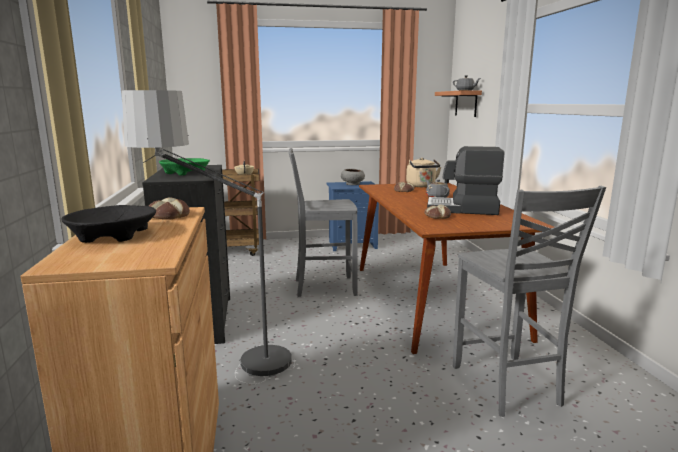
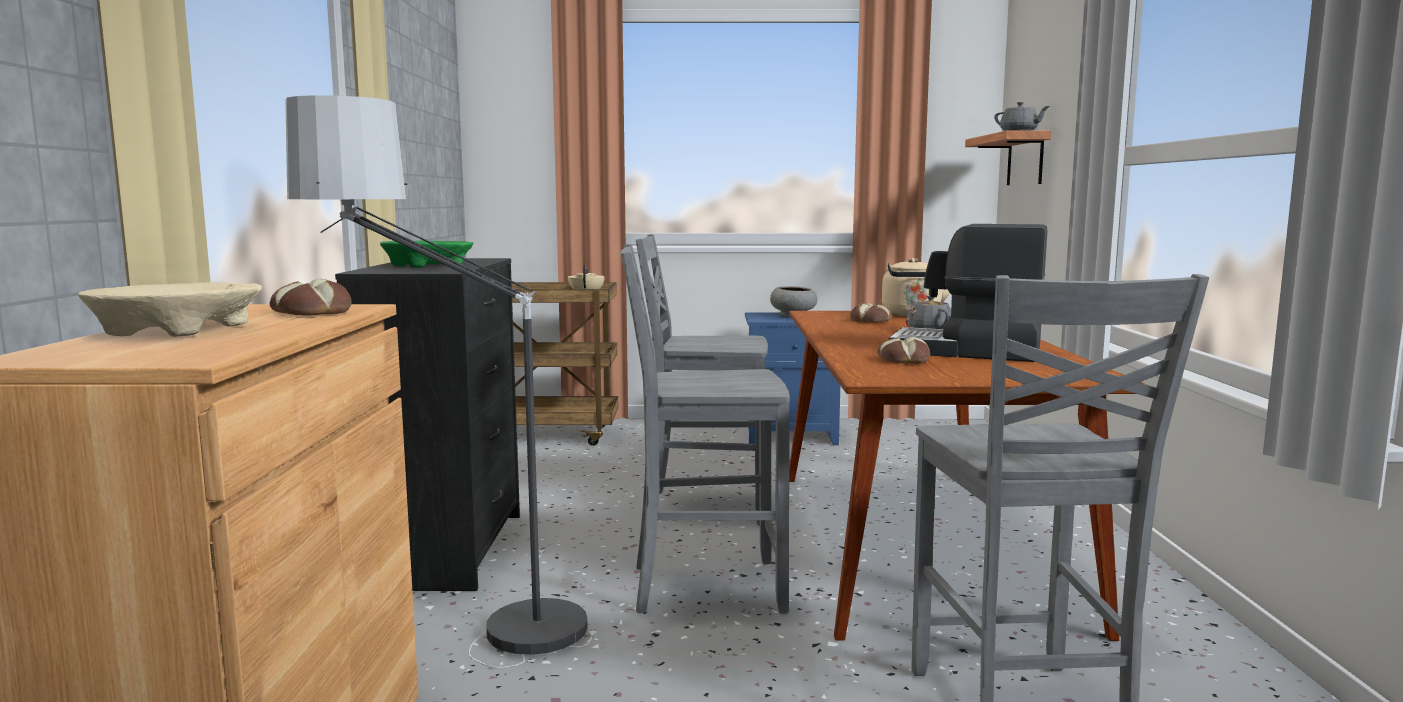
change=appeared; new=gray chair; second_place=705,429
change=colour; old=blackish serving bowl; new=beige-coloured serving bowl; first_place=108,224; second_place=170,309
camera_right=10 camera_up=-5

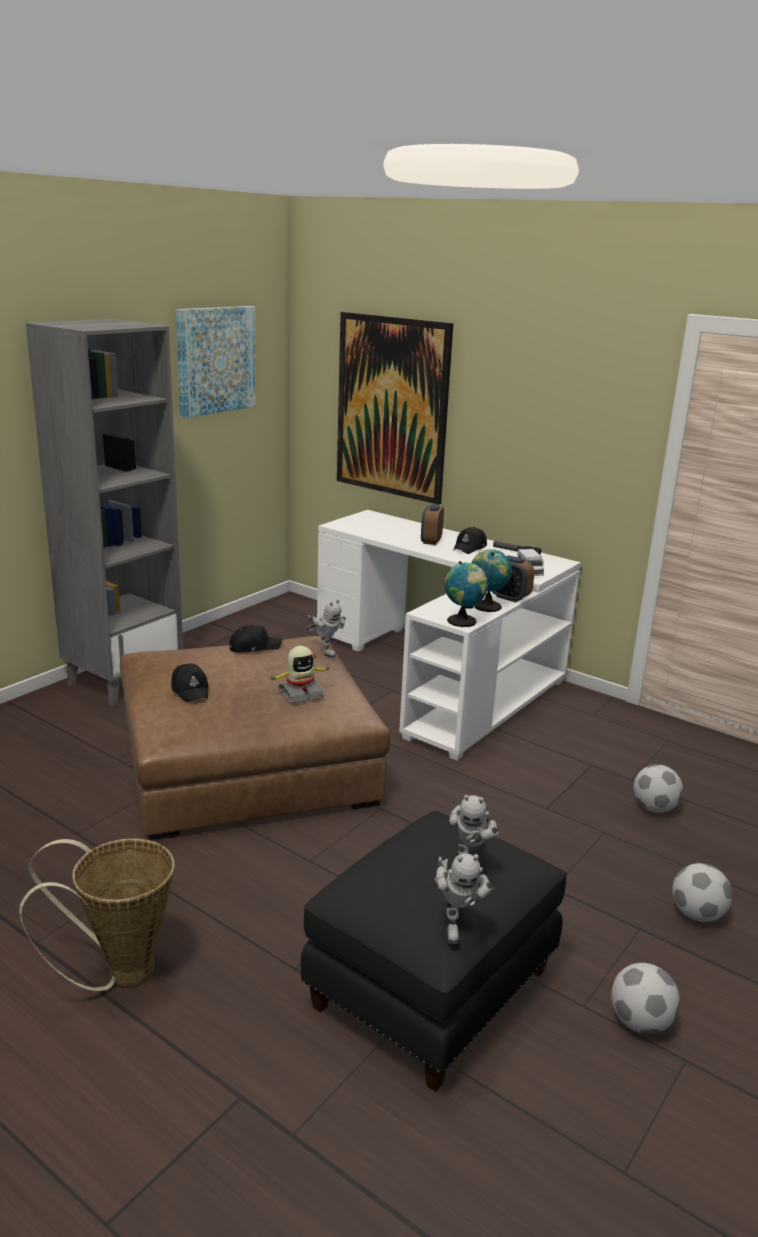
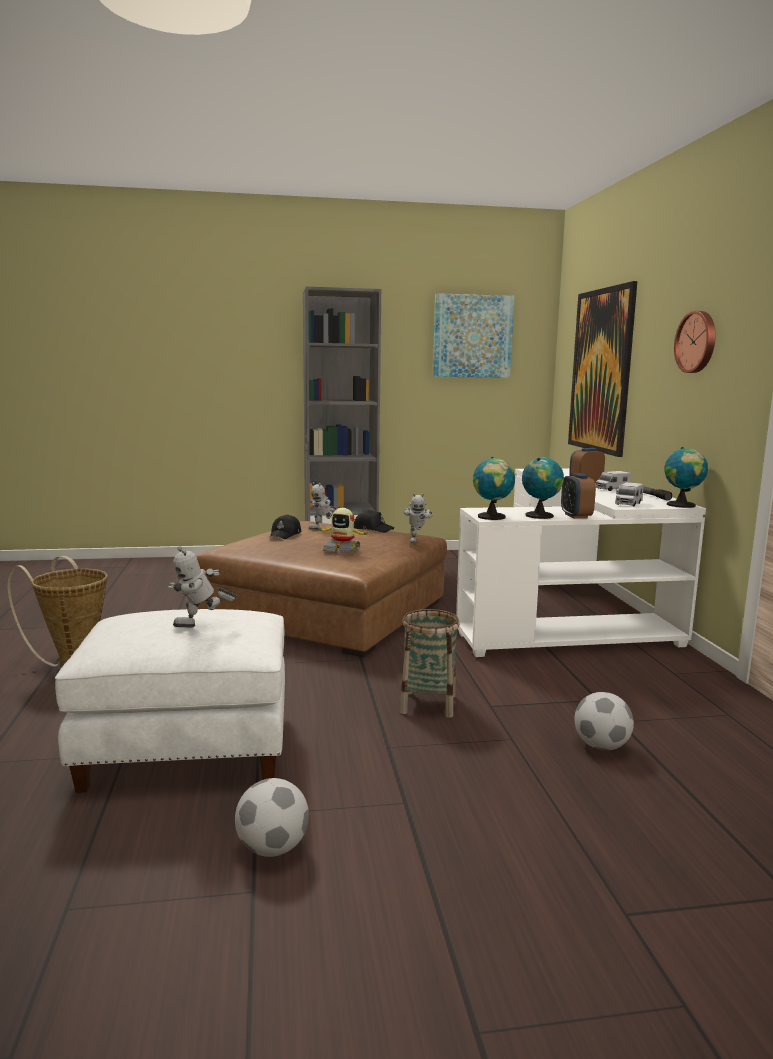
change=missing; old=football; first_place=702,892
change=appeared; new=storage basket; second_place=430,663
change=appeared; new=world globe; second_place=686,477
change=appeared; new=clock on the wall; second_place=695,342
change=relocated; old=model robot; first_place=463,898; second_place=322,506
change=exchanged; old=blackish baseball cap; new=model truck; first_place=470,540; second_place=613,481
change=colour; old=blackish footrest; new=white-coloured footrest; first_place=434,951; second_place=170,701
camera_right=45 camera_up=-10

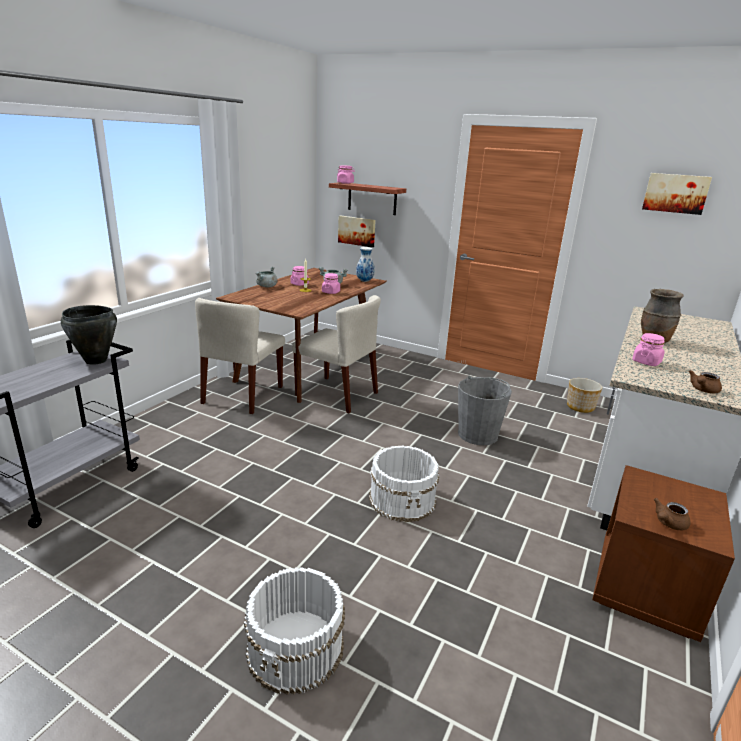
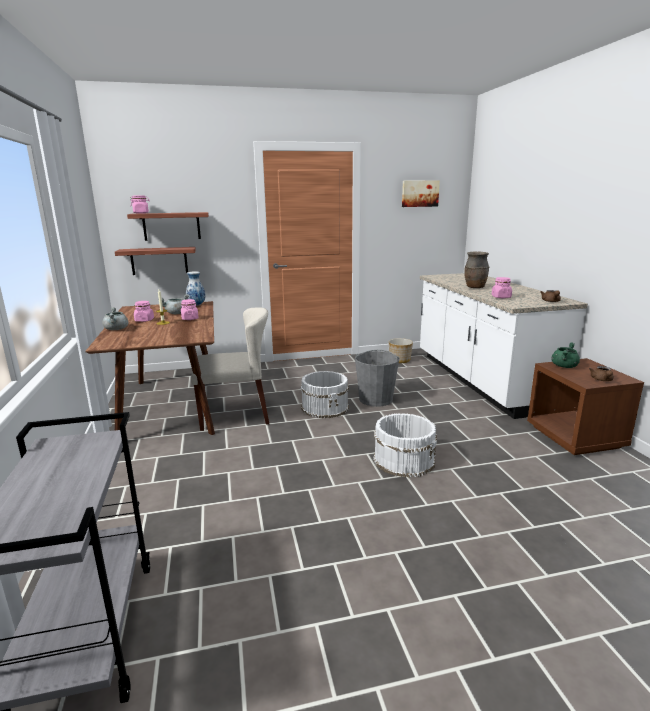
change=missing; old=blackish stockpot; first_place=89,335
change=missing; old=beige-coloured chair; first_place=240,356
change=appeared; new=green-coloured stockpot; second_place=565,355
change=relocated; old=white-coloured bucket; first_place=294,631; second_place=325,394
change=exchanged; old=wall art; new=shelf; first_place=357,231; second_place=155,261
camera_right=-40 camera_up=-5

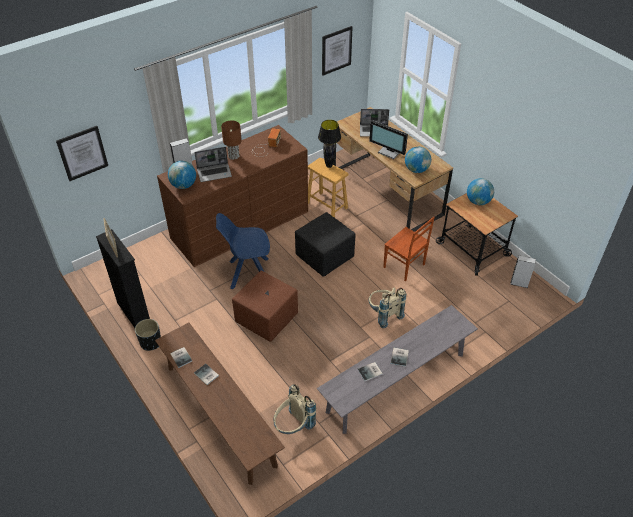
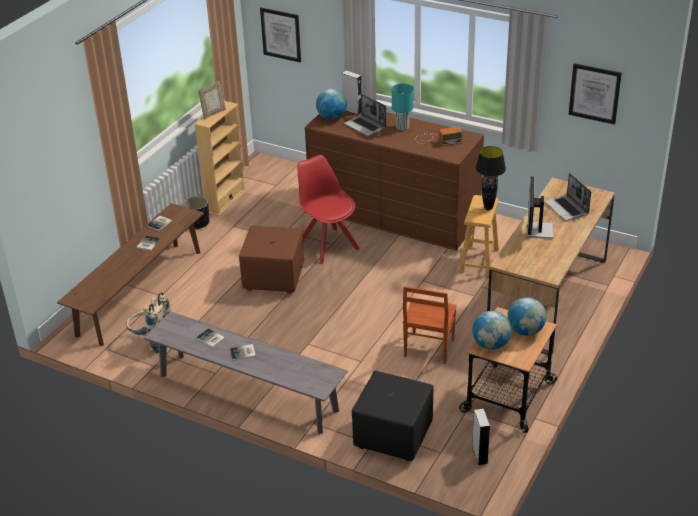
change=missing; old=beige-coloured backpack; first_place=387,308
change=relocated; old=blackish footrest; first_place=325,244; second_place=392,416
change=relocated; old=world globe; first_place=418,160; second_place=492,330
change=colour; old=blackish bookcase; new=beige-coloured bookcase; first_place=123,278; second_place=220,158
change=colour; old=bluish chair; new=red-coloured chair; first_place=243,251; second_place=328,209
change=colour; old=brown lamp for a table; new=turquoise lamp for a table; first_place=231,140; second_place=403,107
camera_right=65 camera_up=-10

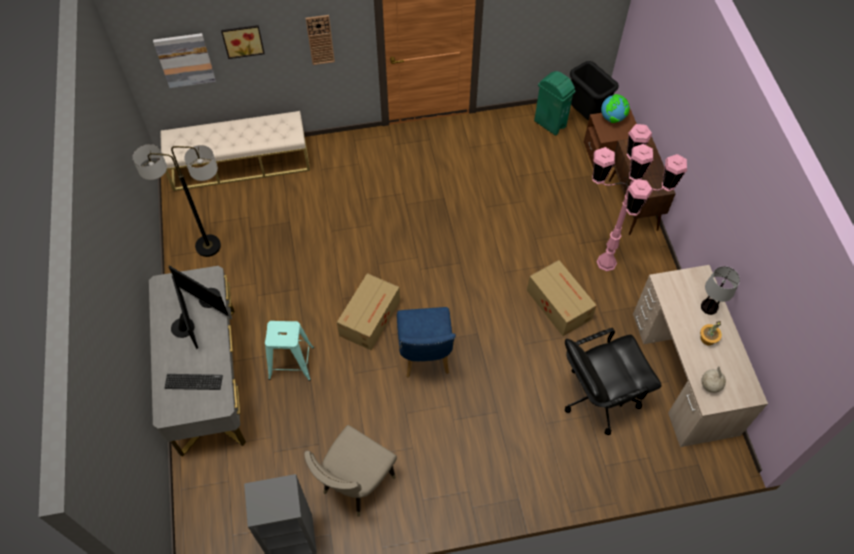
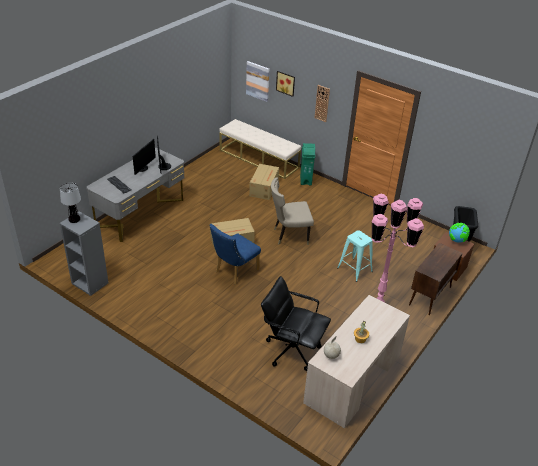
change=missing; old=floor lamp; first_place=177,200
change=relocated; old=turquoise sitting stool; first_place=289,351; second_place=355,256
change=relocated; old=beige-coloured chair; first_place=350,471; second_place=292,211
change=relocated; old=cardboard box; first_place=562,298; second_place=264,182
change=relocated; old=green-coloured rubbish bin; first_place=554,103; second_place=307,164
change=relocated; old=lamp for a table; first_place=720,290; second_place=70,203
camera_right=45 camera_up=-20

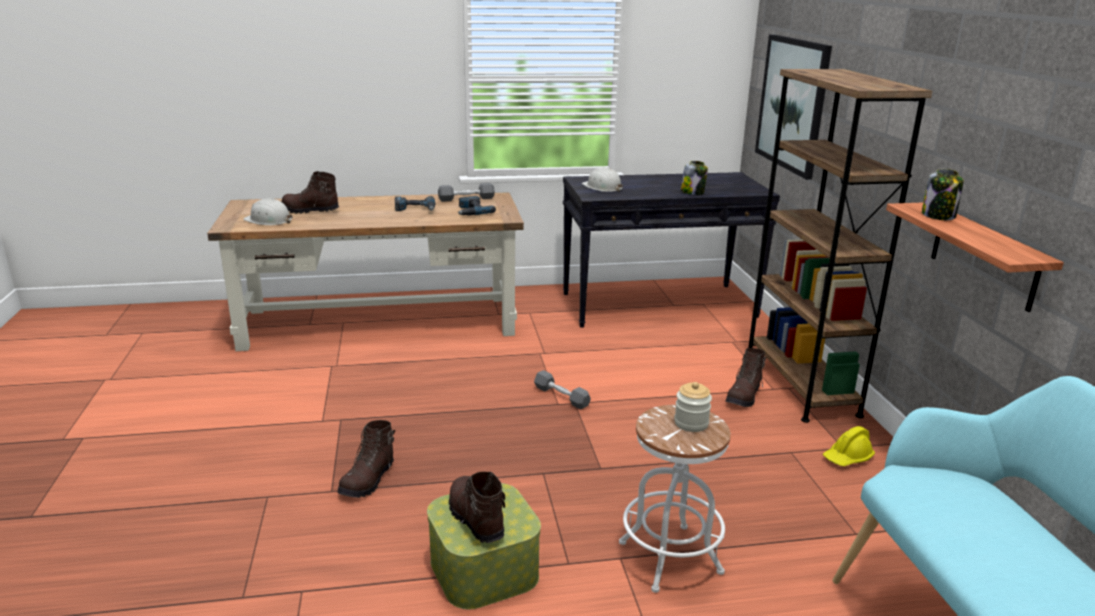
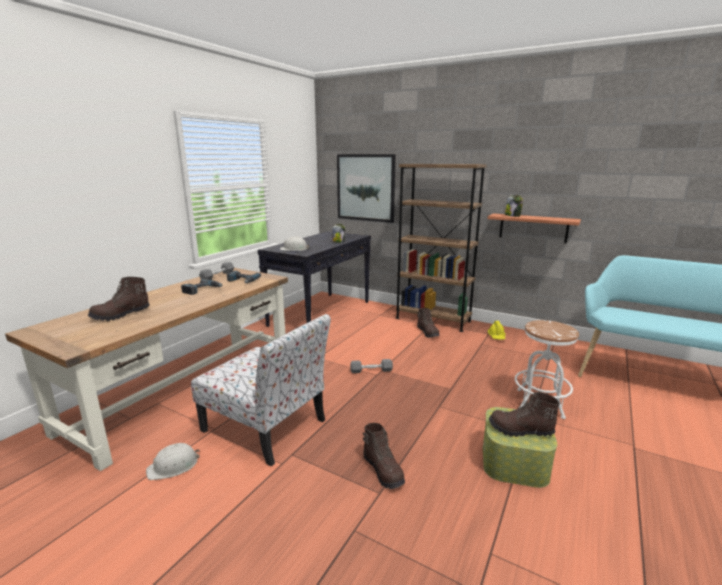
change=missing; old=storage jar; first_place=693,407
change=appeared; new=chair; second_place=261,390
change=relocated; old=white-coloured hard hat; first_place=267,212; second_place=173,461
camera_right=-50 camera_up=-5

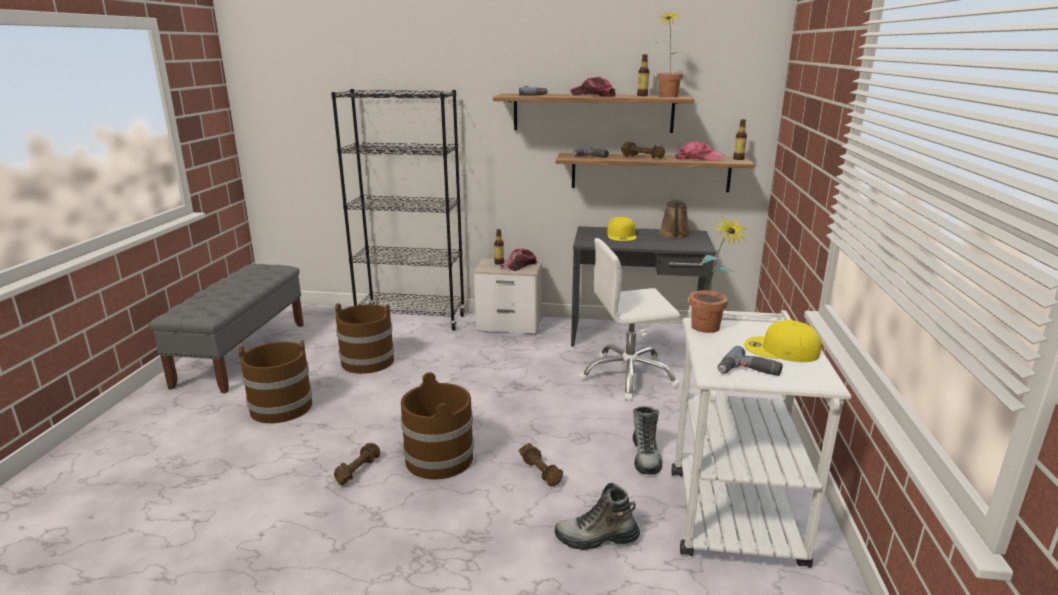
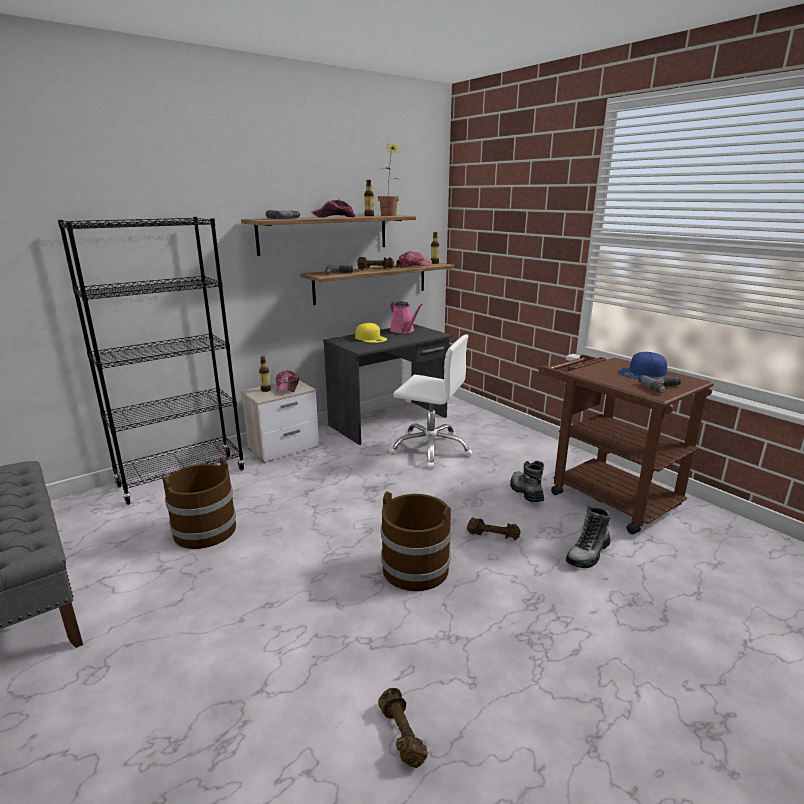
change=missing; old=brown bucket; first_place=275,381
change=missing; old=plant in a pot; first_place=718,274
change=relocated; old=brown dumbbell; first_place=357,464; second_place=403,728
change=colour; old=brown watering pot; new=pinkish watering pot; first_place=674,219; second_place=406,317
change=colour; old=white-coloured wheeled cart; new=brown wheeled cart; first_place=761,437; second_place=626,444
change=colour; old=yellowish baseball cap; new=bluish baseball cap; first_place=782,341; second_place=642,365
change=spun; old=white-coloured office chair; first_place=630,319; second_place=430,401; degrees=-105
change=spun; old=tall boot; first_place=647,440; second_place=527,481; degrees=-150
camera_right=-45 camera_up=0

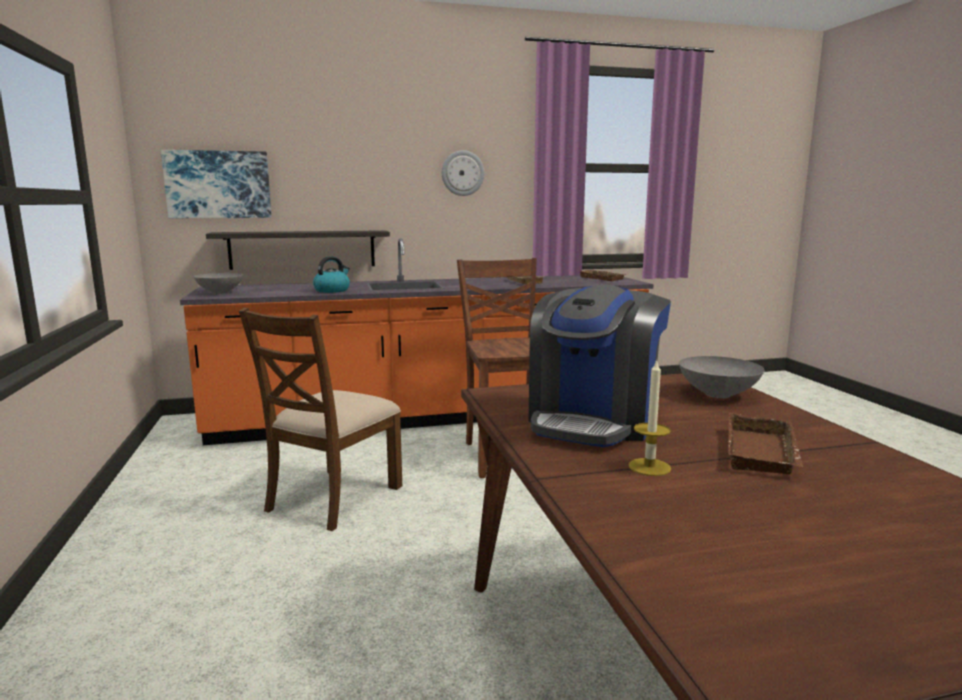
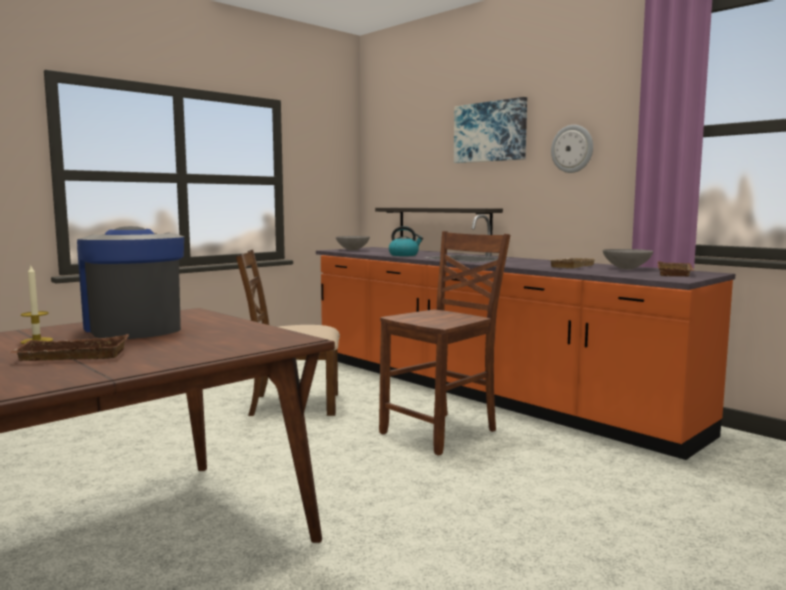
change=relocated; old=wall art; first_place=216,184; second_place=490,130
change=relocated; old=gray serving bowl; first_place=721,377; second_place=627,259
change=spun; old=coffee machine; first_place=600,366; second_place=130,282; degrees=60
camera_right=60 camera_up=-5

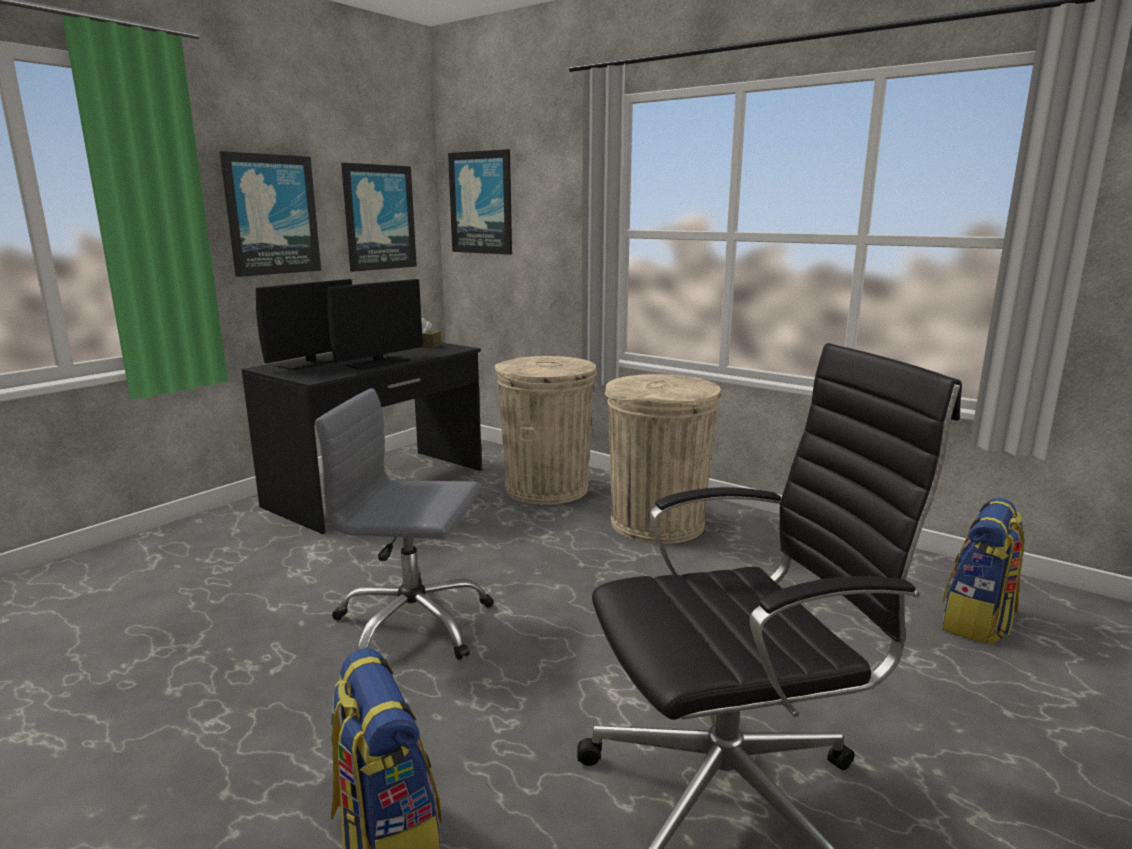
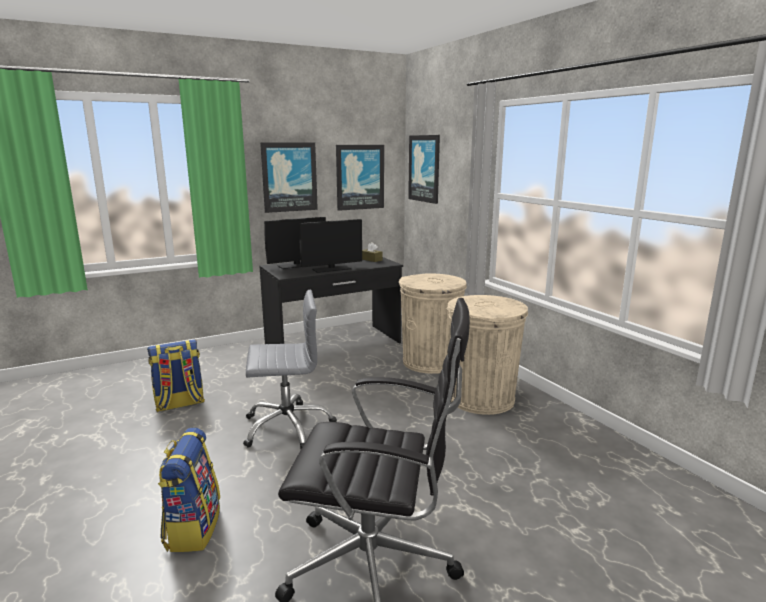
change=relocated; old=backpack; first_place=983,571; second_place=176,375
change=spun; old=gray office chair; first_place=404,524; second_place=290,369; degrees=135
camera_right=25 camera_up=0

